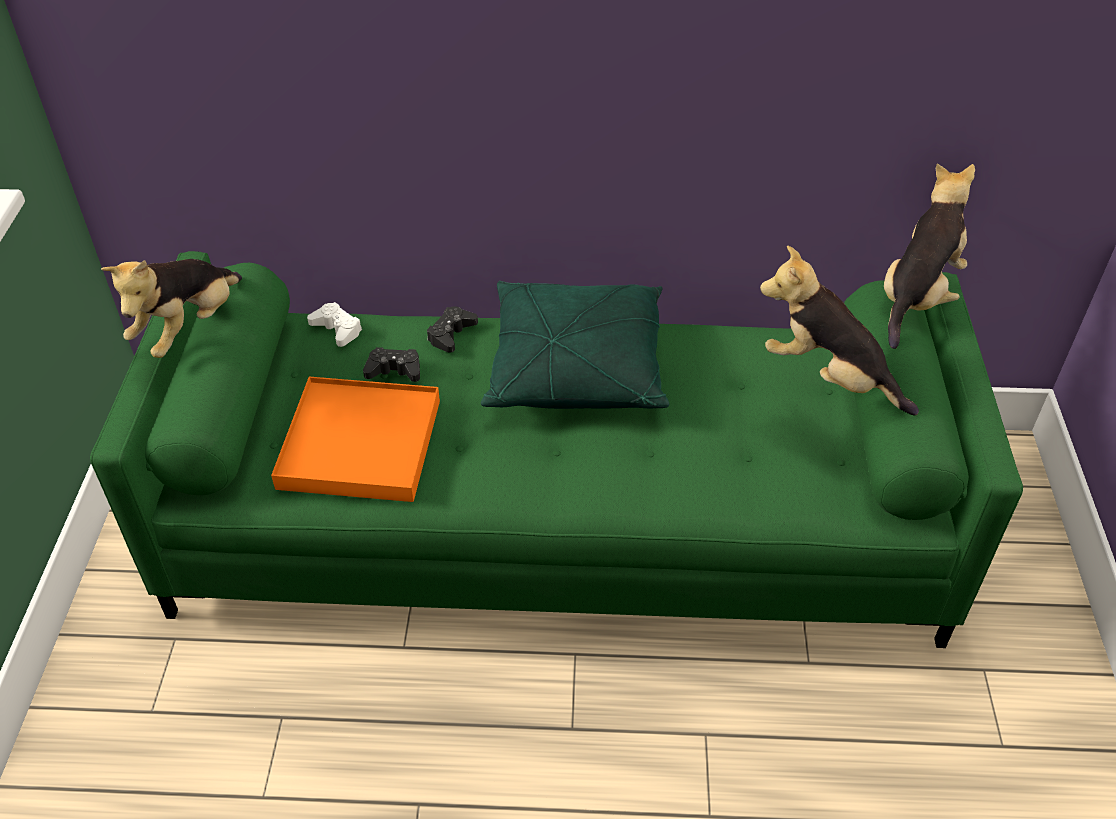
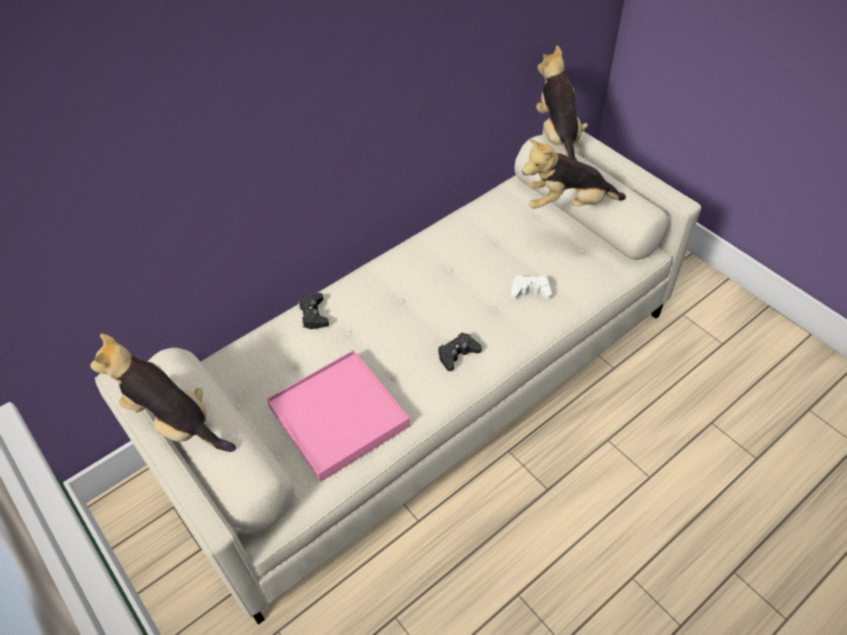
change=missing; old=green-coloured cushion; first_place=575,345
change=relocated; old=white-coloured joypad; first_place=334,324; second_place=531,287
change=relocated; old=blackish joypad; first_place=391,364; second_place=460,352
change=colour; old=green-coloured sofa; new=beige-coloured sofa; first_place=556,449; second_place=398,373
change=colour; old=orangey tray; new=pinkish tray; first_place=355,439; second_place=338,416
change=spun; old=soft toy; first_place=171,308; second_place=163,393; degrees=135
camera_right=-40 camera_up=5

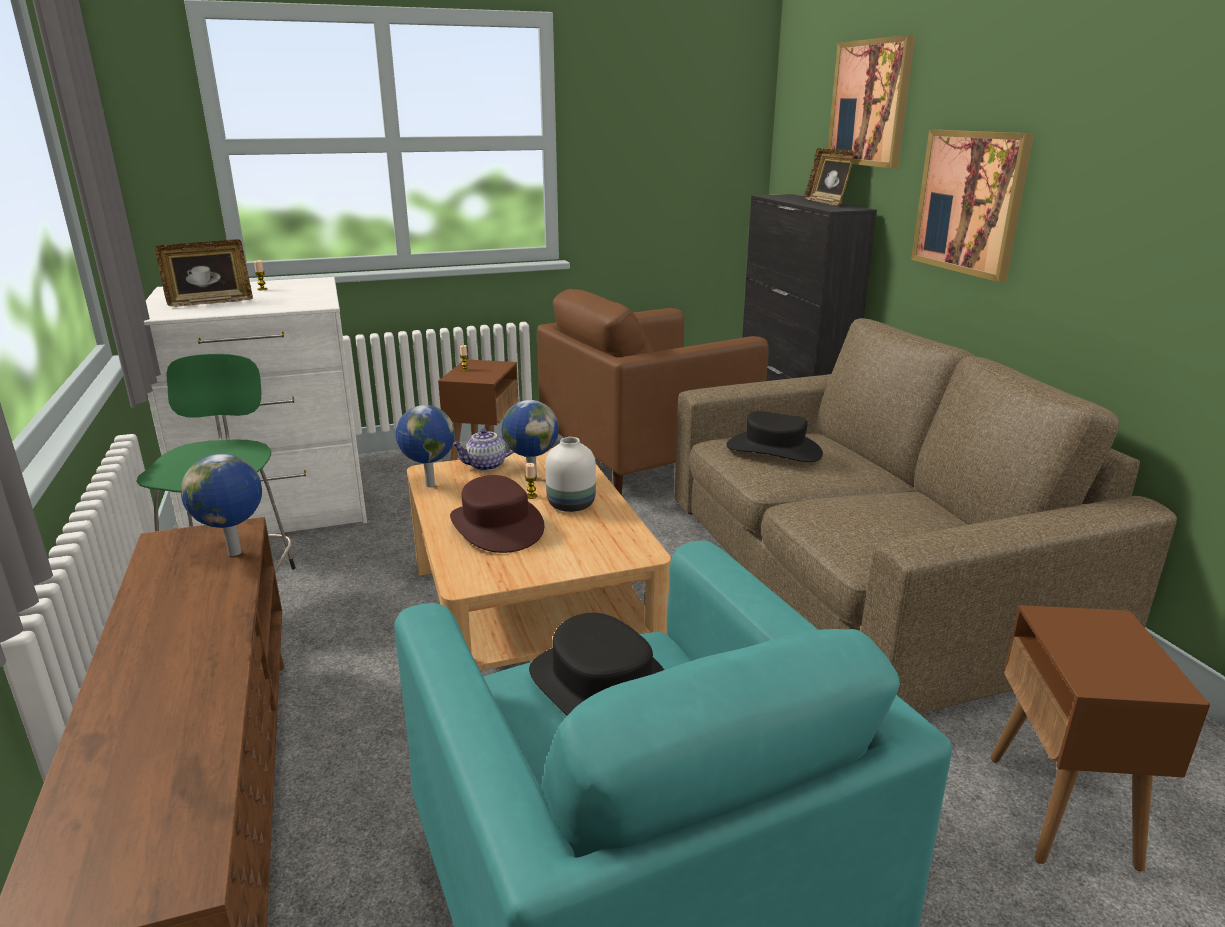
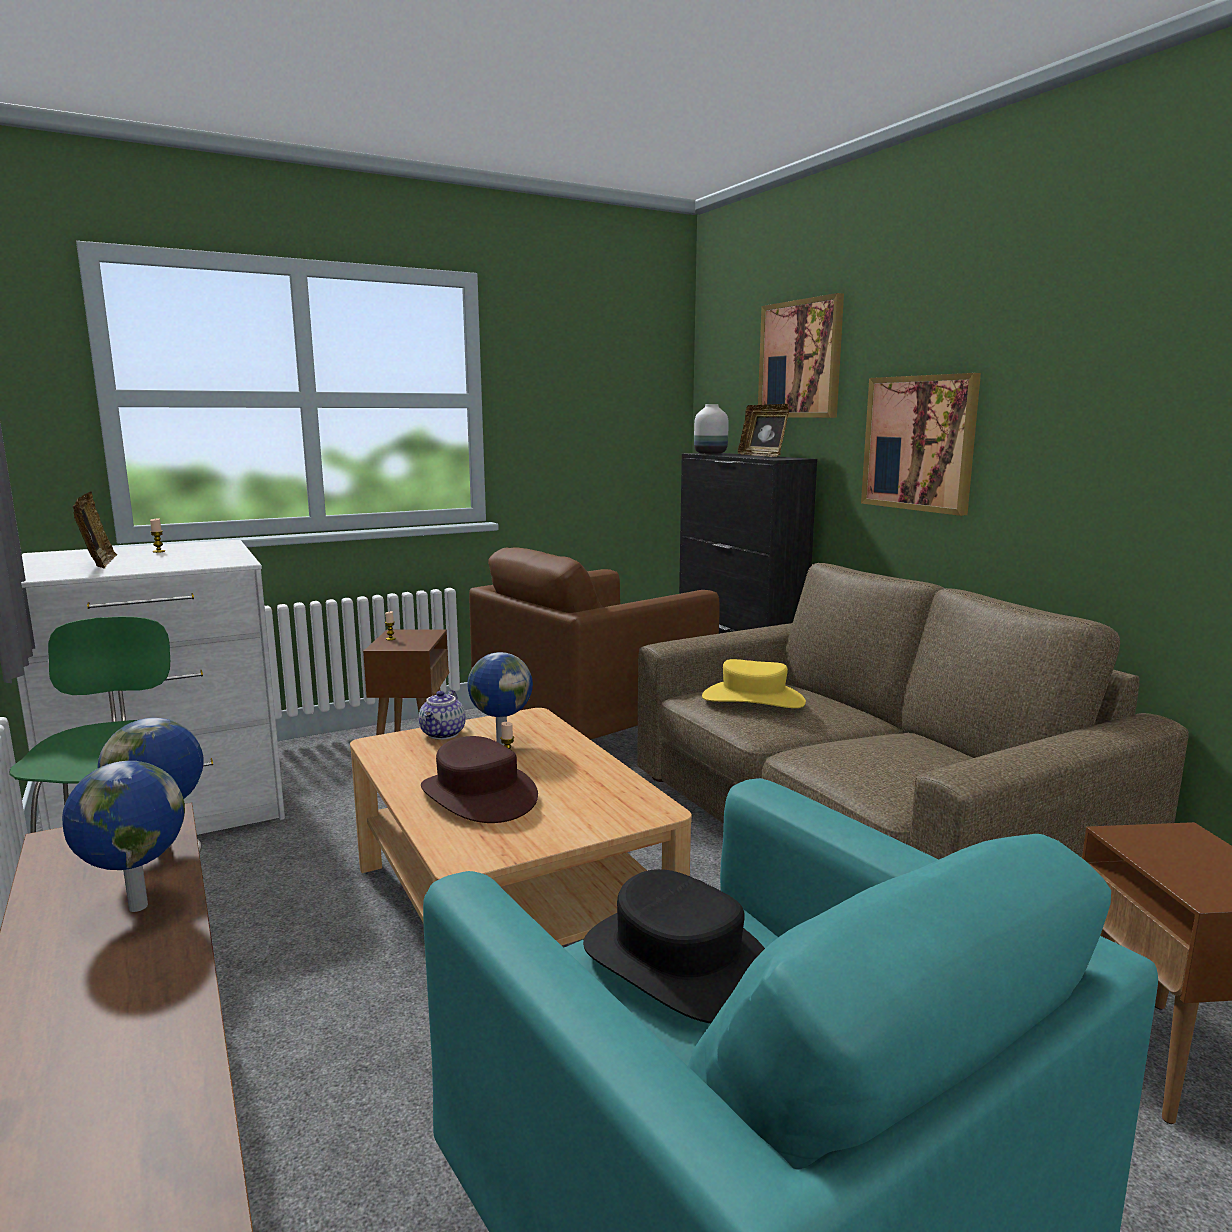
change=relocated; old=world globe; first_place=425,446; second_place=123,836
change=relocated; old=white-coloured decorative vase; first_place=570,474; second_place=711,429
change=colour; old=blackish clothing hat; new=yellowish clothing hat; first_place=774,436; second_place=754,683
change=spun; old=picture frame; first_place=204,273; second_place=95,530; degrees=-75
change=spun; old=tea pot; first_place=483,450; second_place=442,715; degrees=-45
camera_right=-10 camera_up=-10

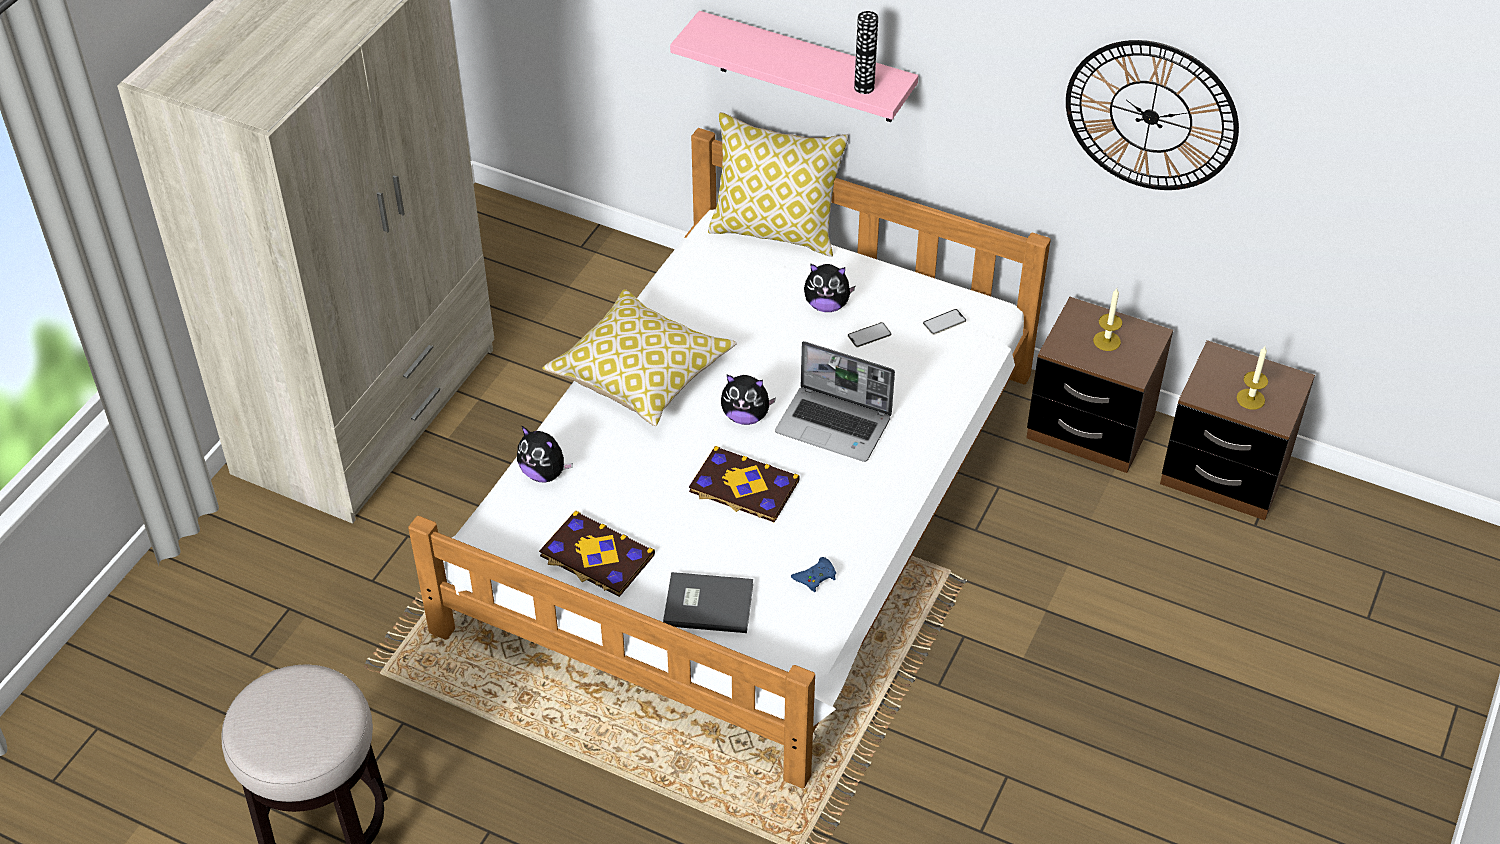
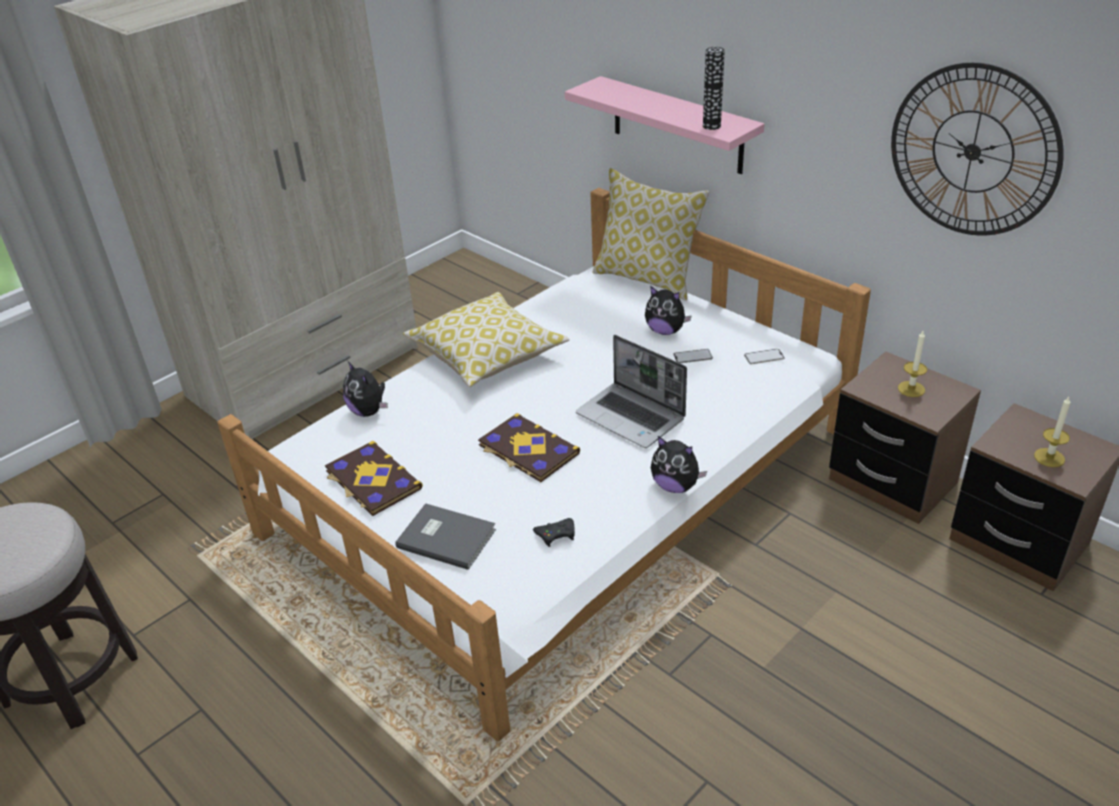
change=relocated; old=soft toy; first_place=748,399; second_place=679,464
change=colour; old=bluish joypad; new=blackish joypad; first_place=813,574; second_place=554,532
camera_right=20 camera_up=-10

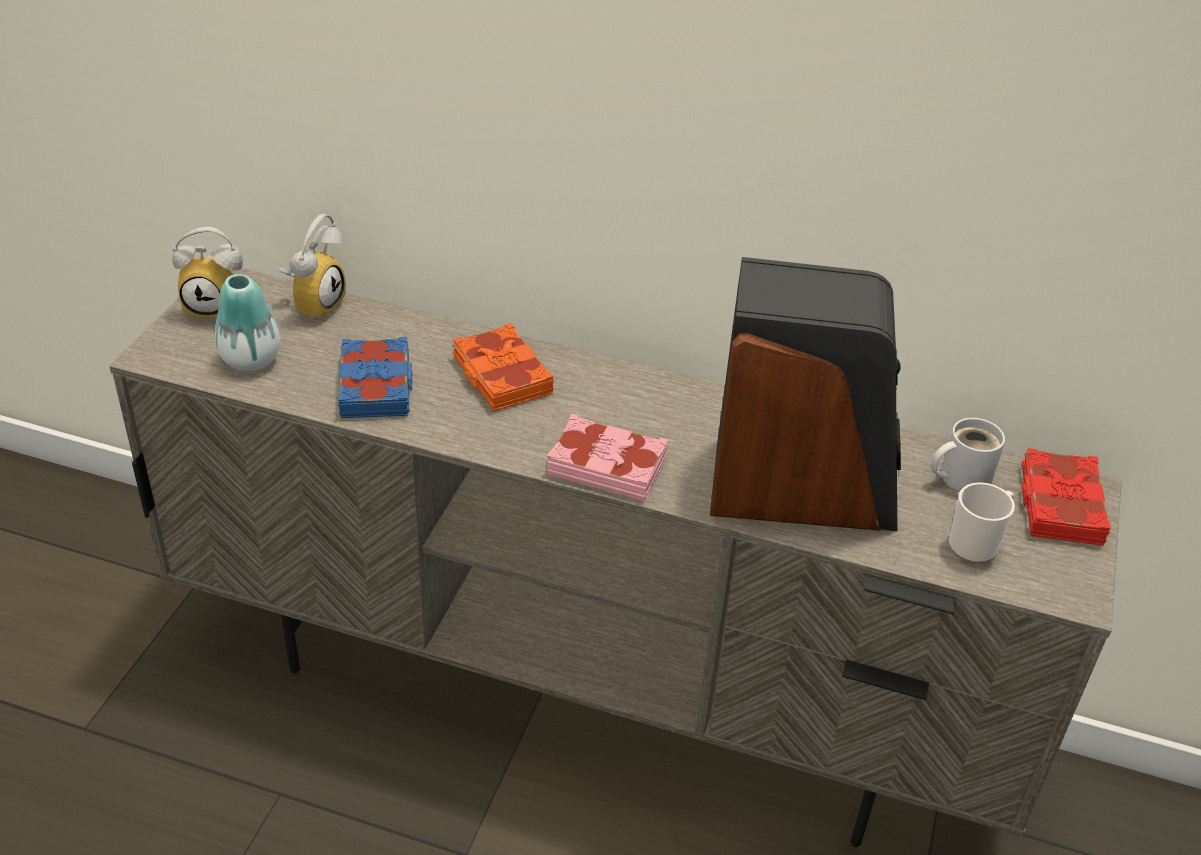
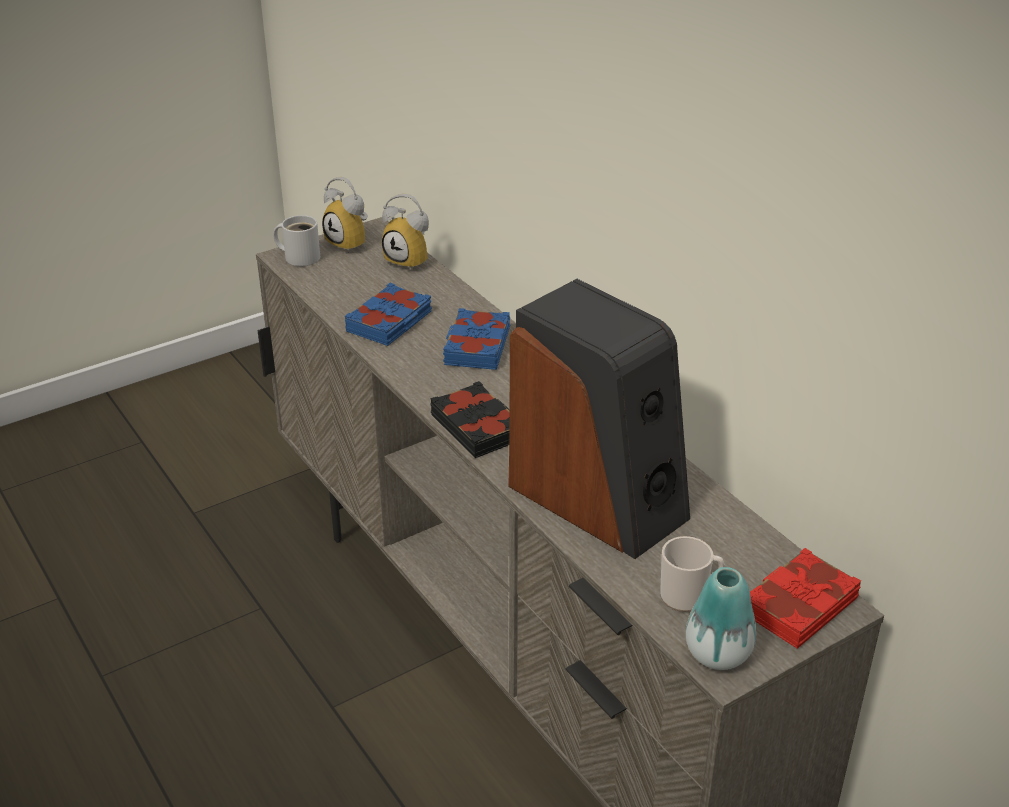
change=relocated; old=decorative vase; first_place=247,322; second_place=721,618
change=relocated; old=white-coloured mug; first_place=968,455; second_place=296,240
change=colour; old=orangey bound book; new=bluish bound book; first_place=503,367; second_place=476,339
change=colour; old=pinkish bound book; new=blackish bound book; first_place=607,457; second_place=470,419
change=spun; old=table clock; first_place=312,267; second_place=405,233; degrees=60
camera_right=40 camera_up=-5

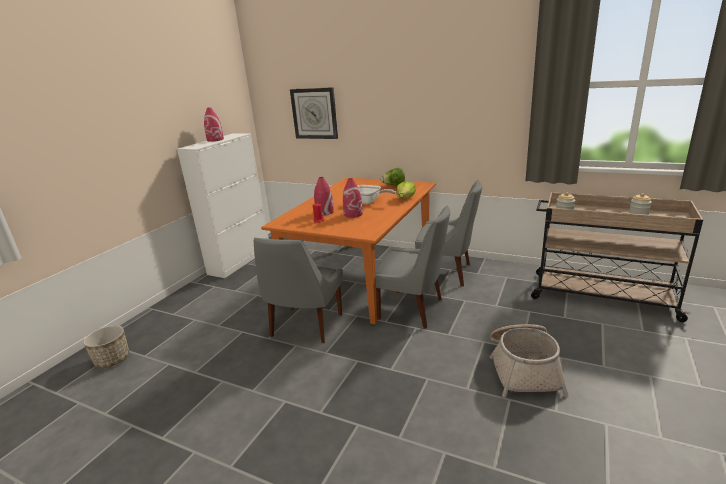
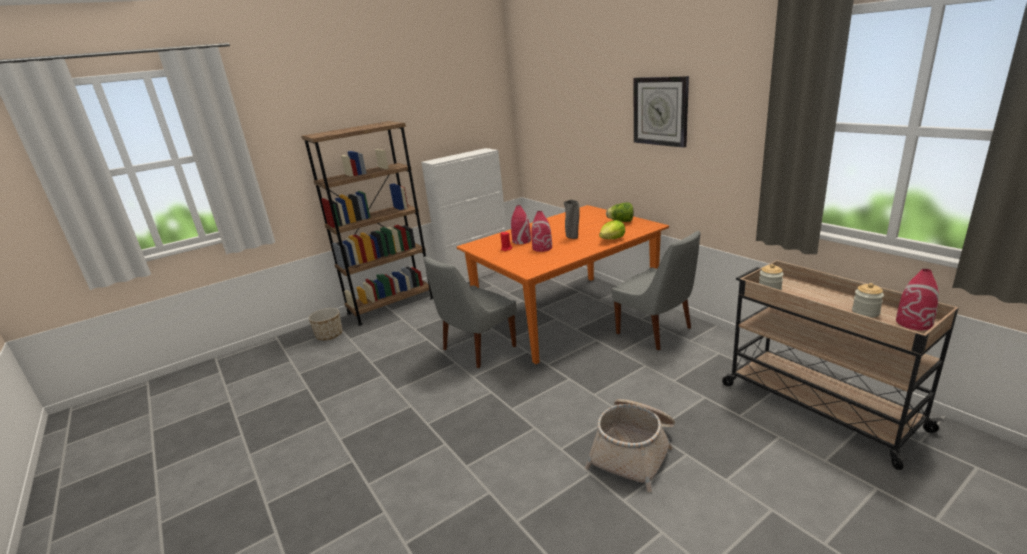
change=missing; old=gray chair; first_place=412,267
change=appeared; new=brown bookcase; second_place=367,223
change=relocated; old=red-coloured decorative vase; first_place=214,124; second_place=917,299
change=relocated; old=clock on the wall; first_place=314,113; second_place=661,112
change=exchanged; old=skillet; new=gray decorative vase; first_place=377,194; second_place=571,219
camera_right=30 camera_up=0

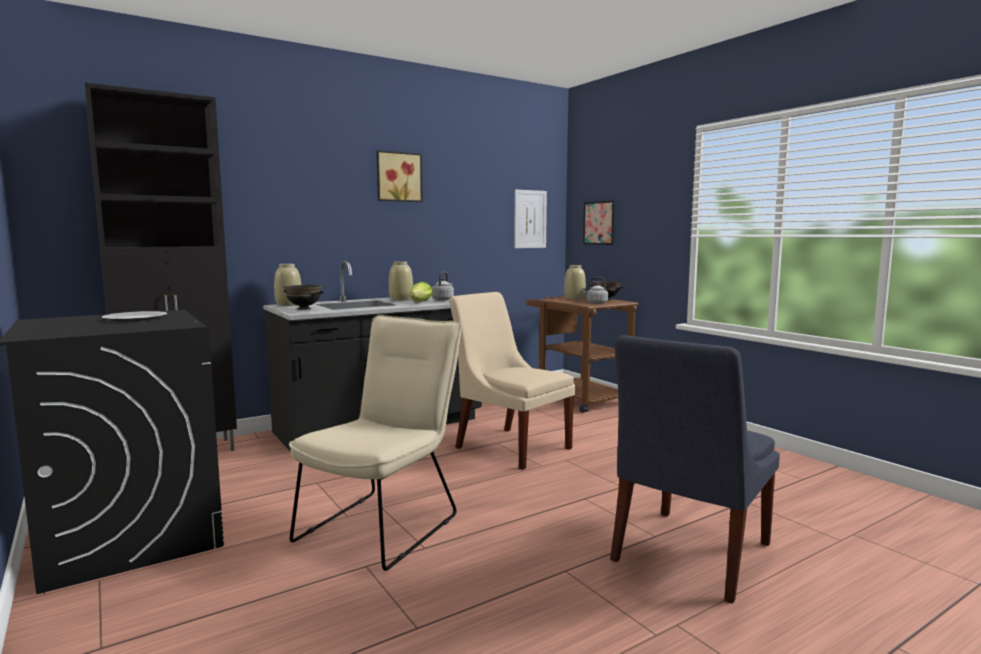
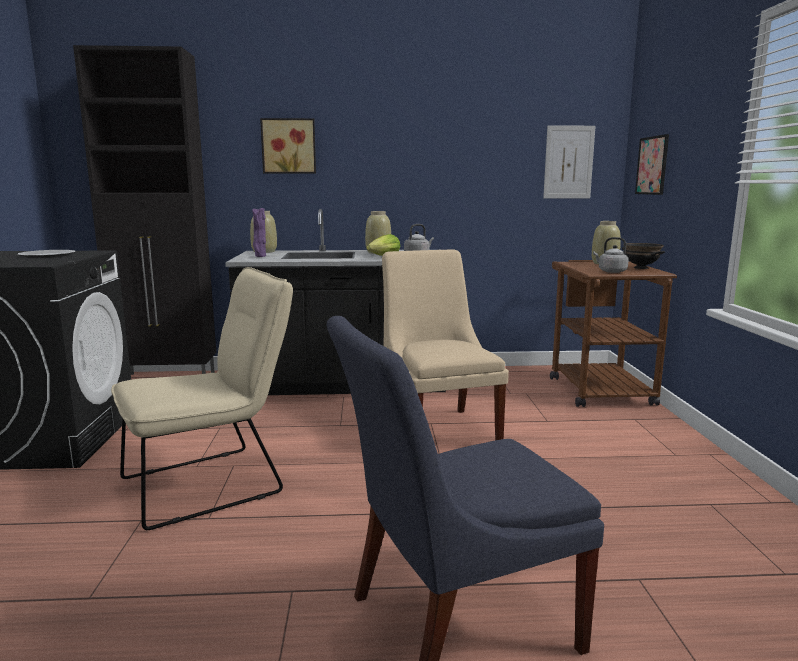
change=relocated; old=wall art; first_place=399,176; second_place=288,146
change=exchanged; old=blackish serving bowl; new=purple-coloured decorative vase; first_place=303,297; second_place=259,232
camera_right=30 camera_up=5

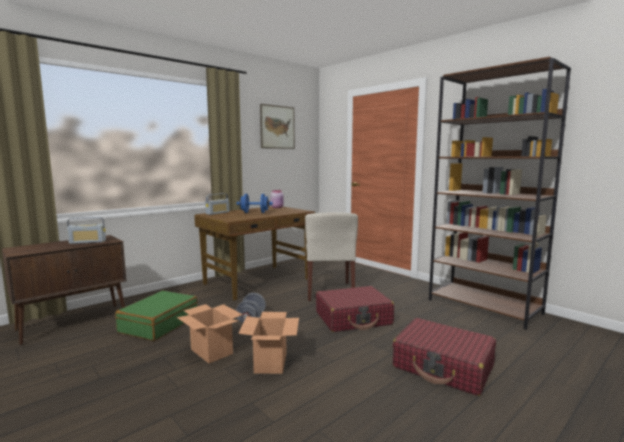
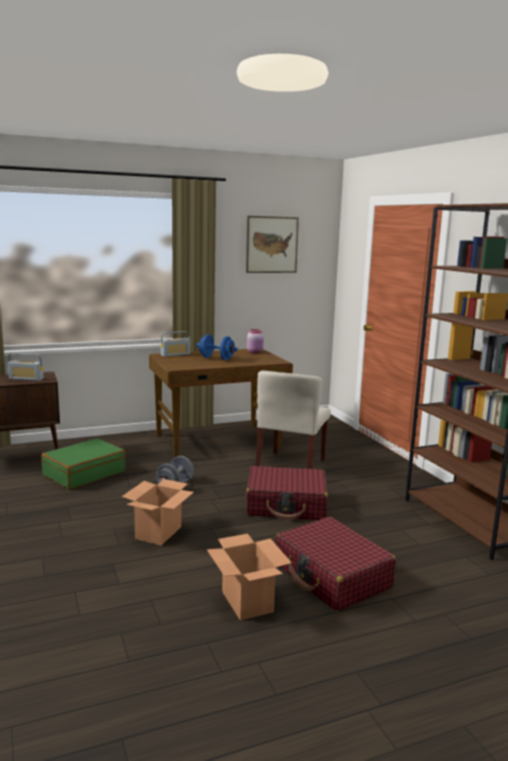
change=relocated; old=cardboard box; first_place=210,333; second_place=249,577
camera_right=20 camera_up=5

